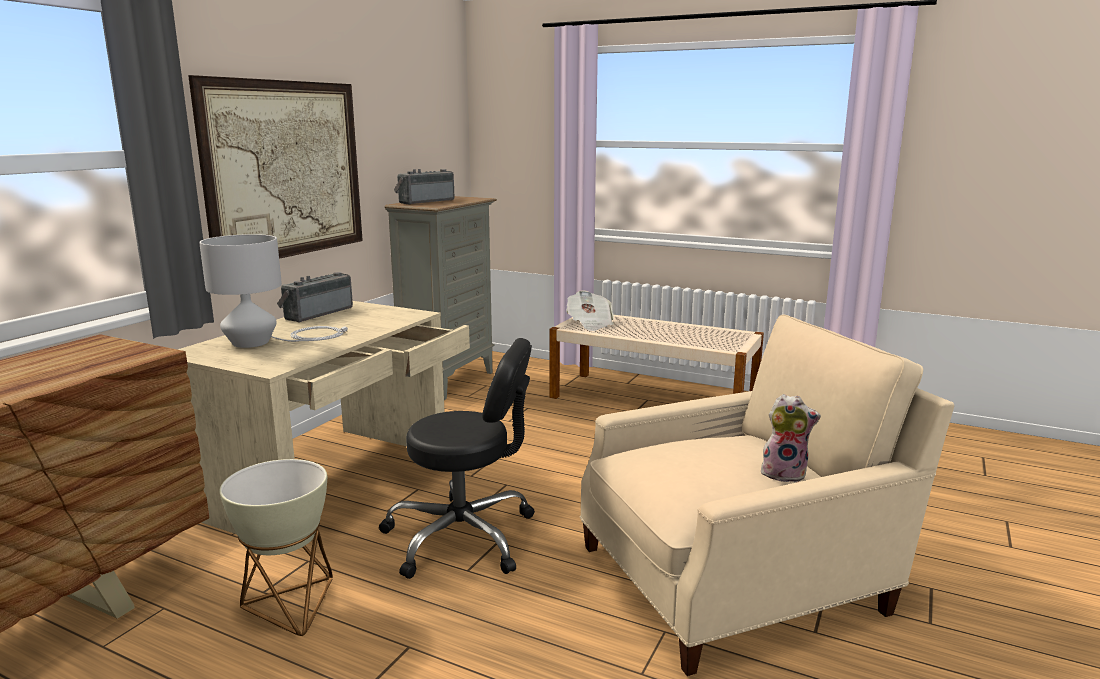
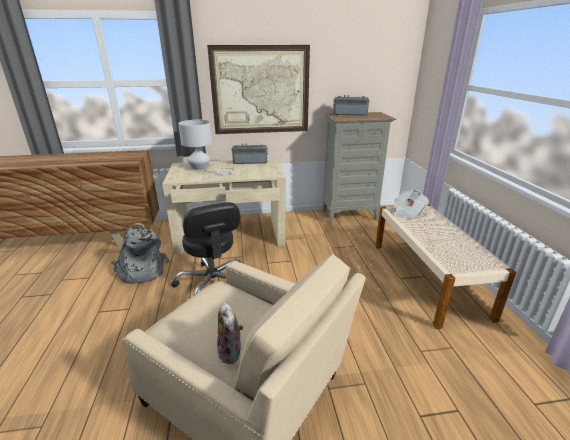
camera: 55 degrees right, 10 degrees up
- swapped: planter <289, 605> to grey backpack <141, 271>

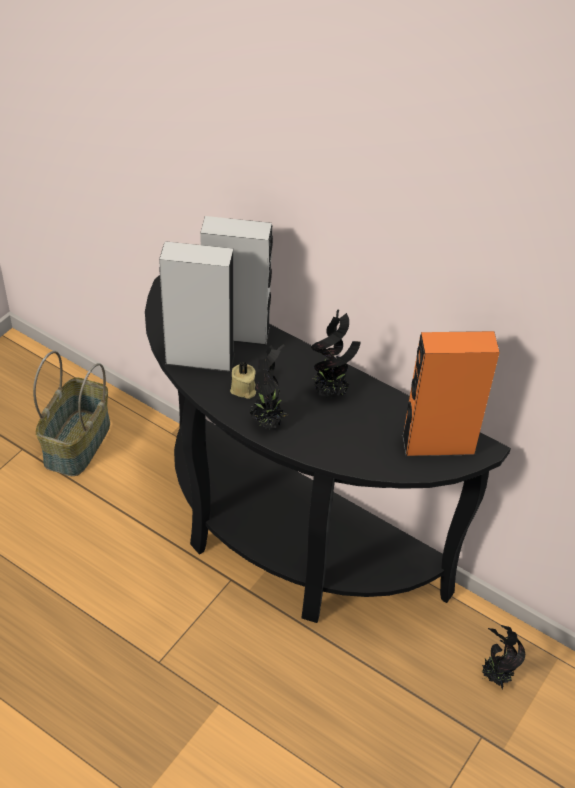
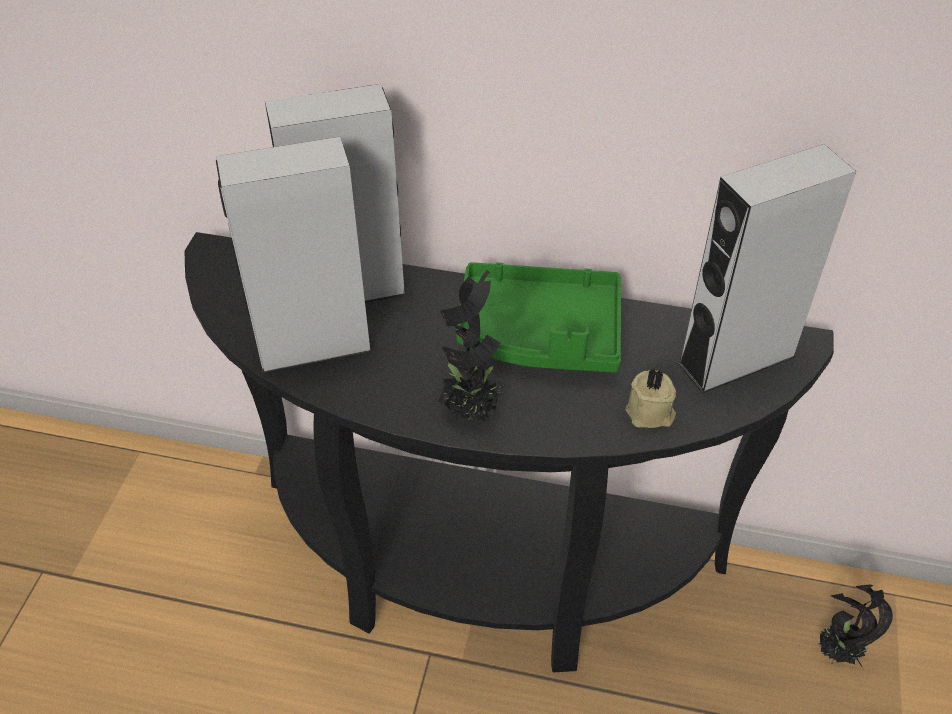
camera: 20 degrees left, 0 degrees up
- swapped: potted plant <331, 393> to green tray <540, 334>
- shifted: beige candle <243, 389> to <650, 414>
- repainted: orange speaker <438, 445> to grey speaker <736, 359>
- gone: basket <78, 444>

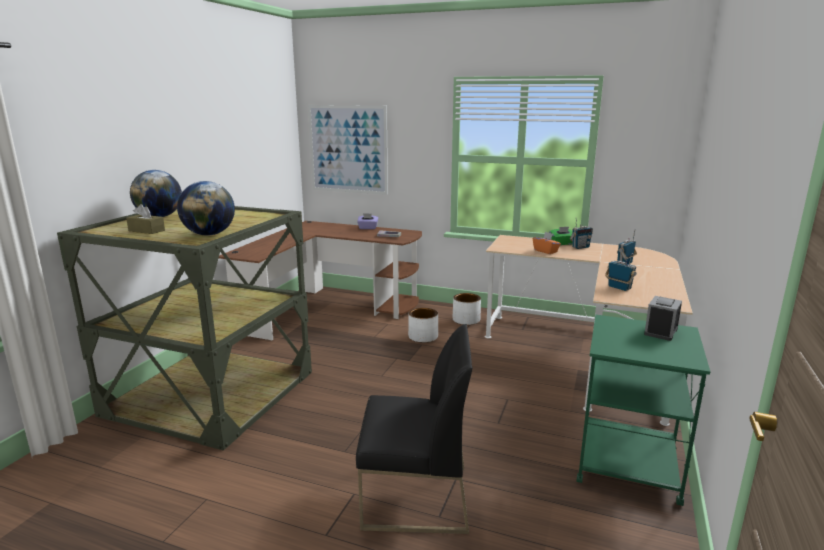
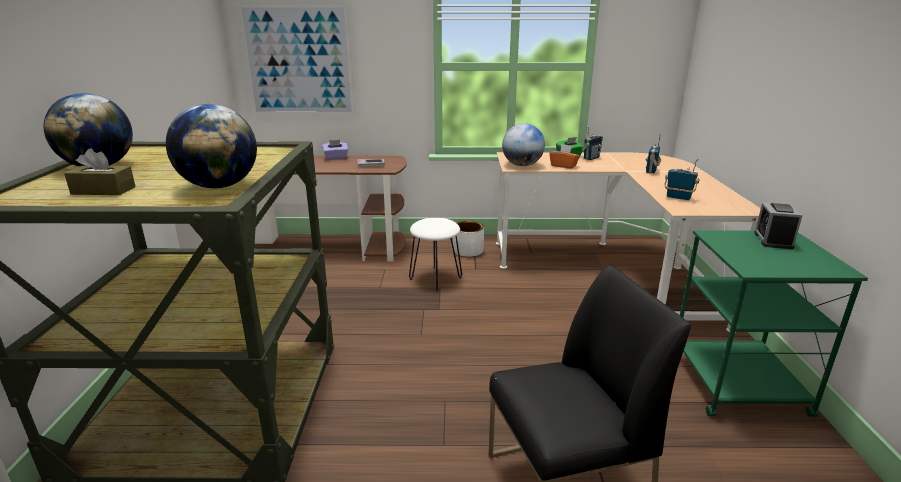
camera: 20 degrees left, 5 degrees up
- swapped: white planter <423, 337> to white stool <435, 278>
- new: globe <522, 165>

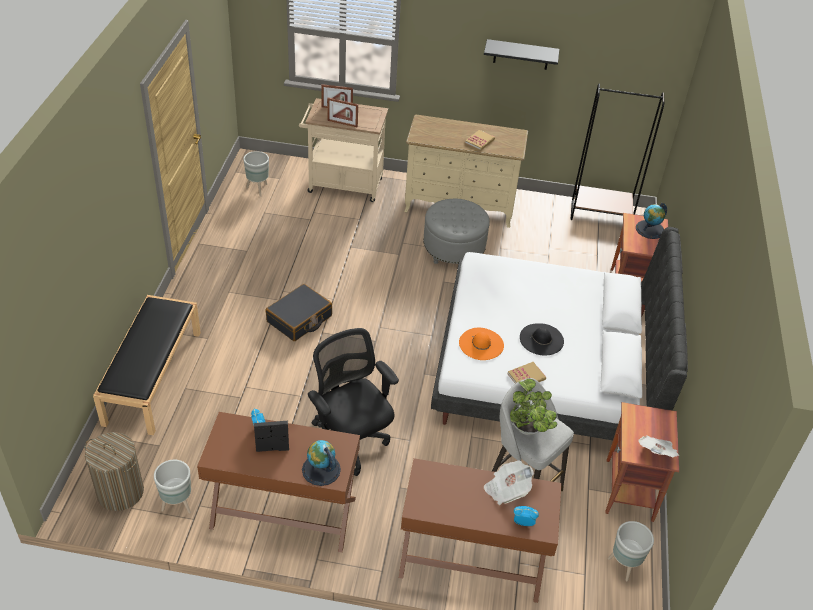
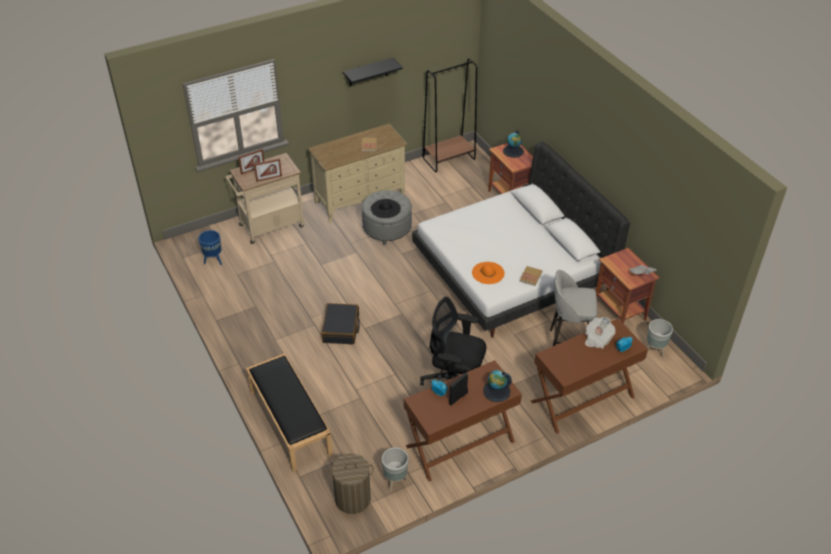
camera: 35 degrees left, 0 degrees up
- repainted: grey planter <258, 189> to blue planter <213, 261>
- shifted: black hat <541, 339> to <385, 208>
- gone: potted plant <528, 430>

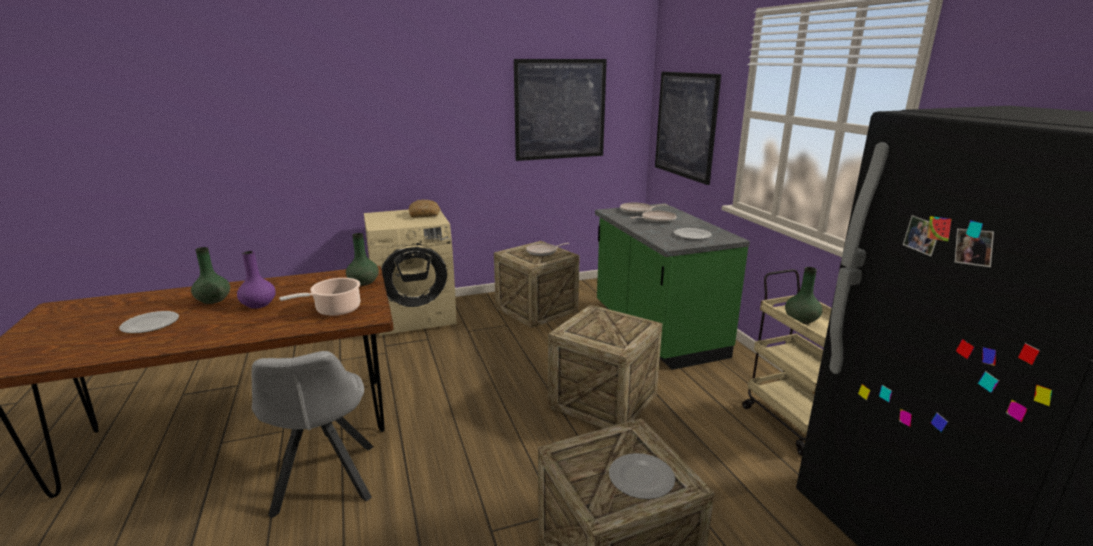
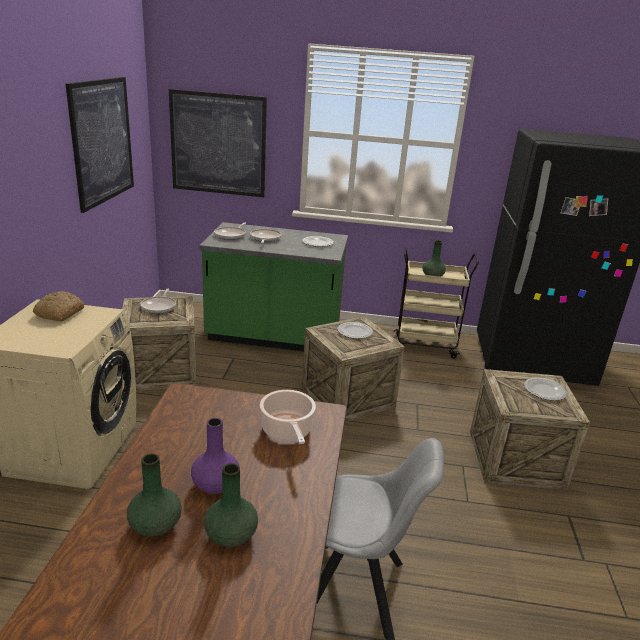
camera: 65 degrees left, 5 degrees up
- shifted: green vase <364, 282> to <231, 535>
- shifted: plate <151, 324> to <355, 332>

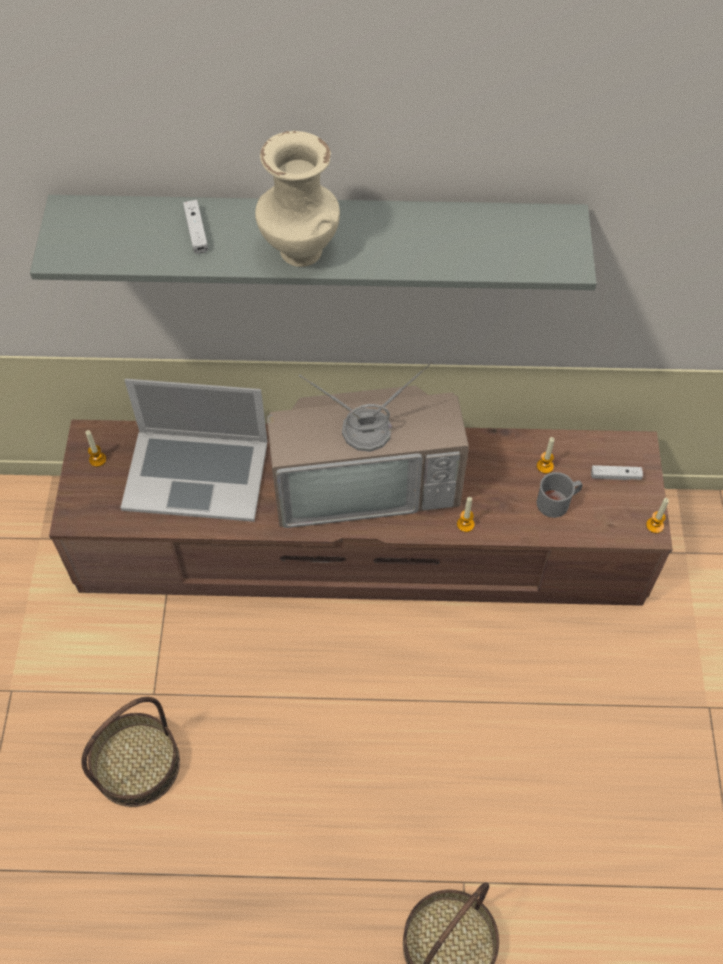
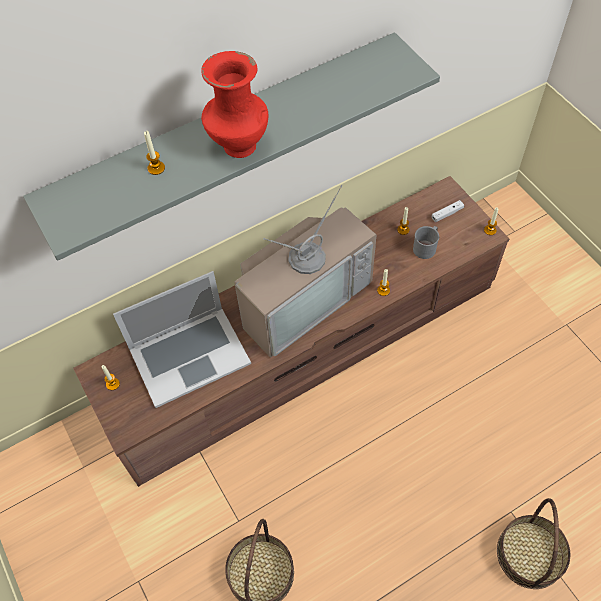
camera: 30 degrees left, 0 degrees up
- swapped: white game controller <196, 232> to candle <156, 168>
- repainted: beige vase <299, 251> to red vase <238, 146>

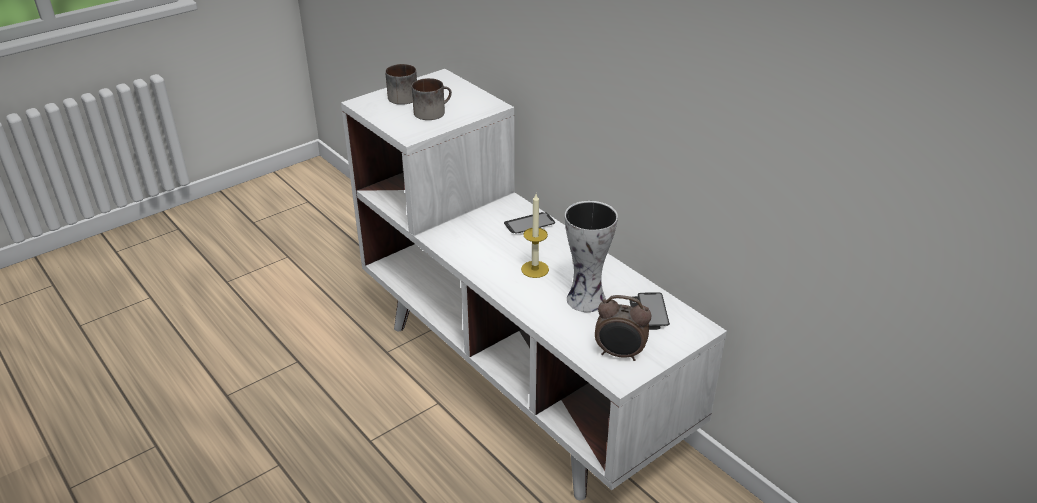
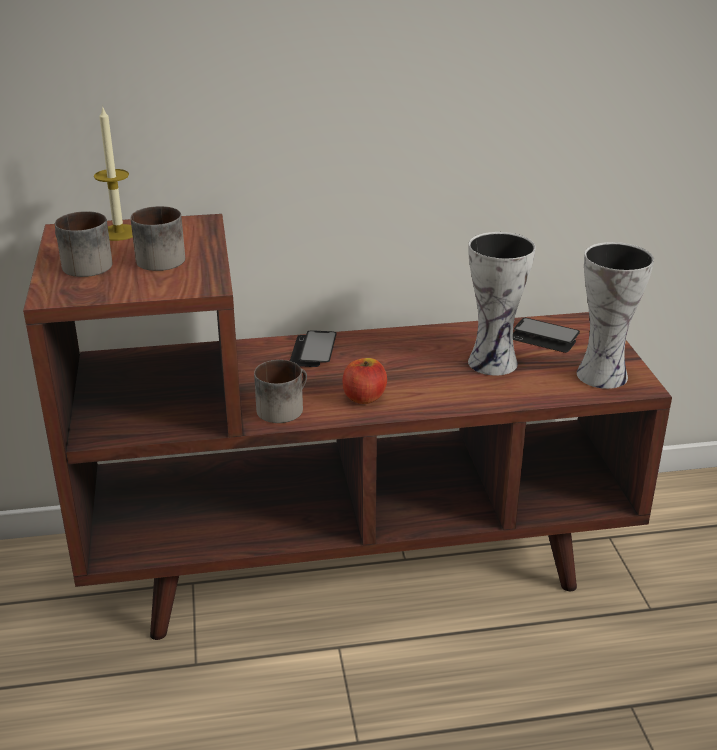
camera: 60 degrees left, 5 degrees down
- repainted: white tv stand <521, 381> to brown tv stand <360, 560>
- shifted: candle <535, 269> to <118, 232>
- new: mug <283, 407>
- new: apple <364, 397>
- swapped: alarm clock <620, 354> to vase <601, 374>

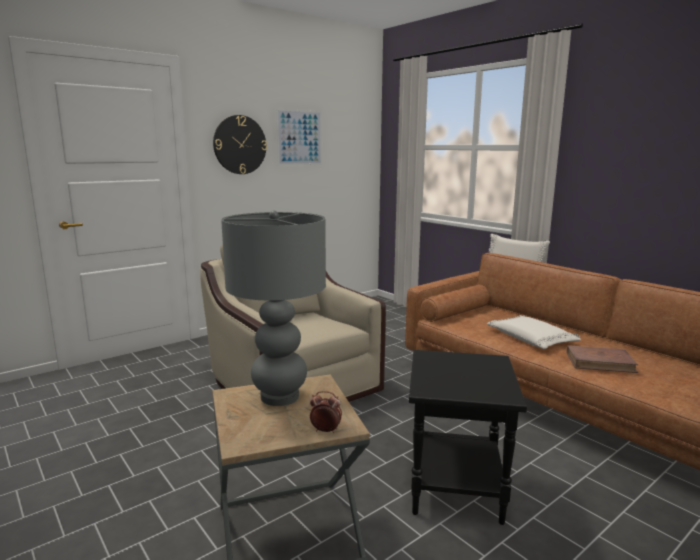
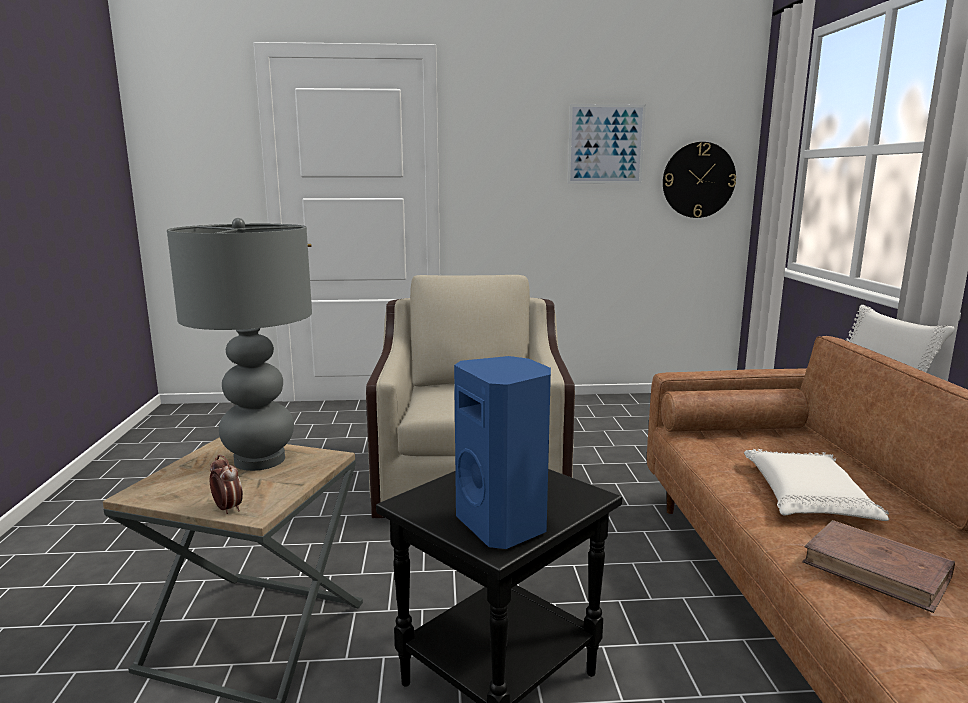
camera: 35 degrees right, 0 degrees up
- new: blue speaker <504, 525>
- shifted: wall clock <240, 145> to <698, 180>

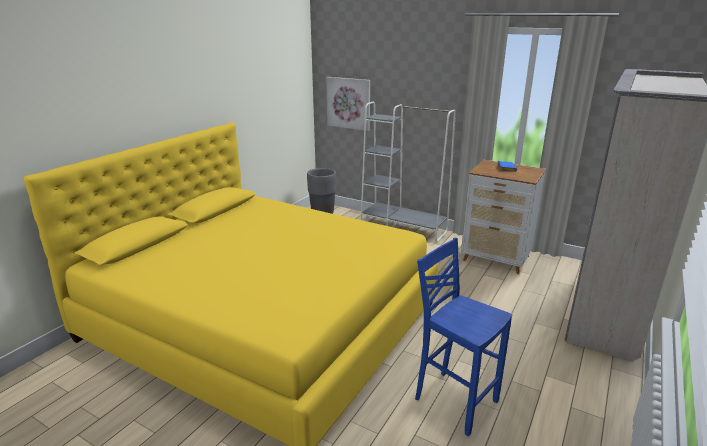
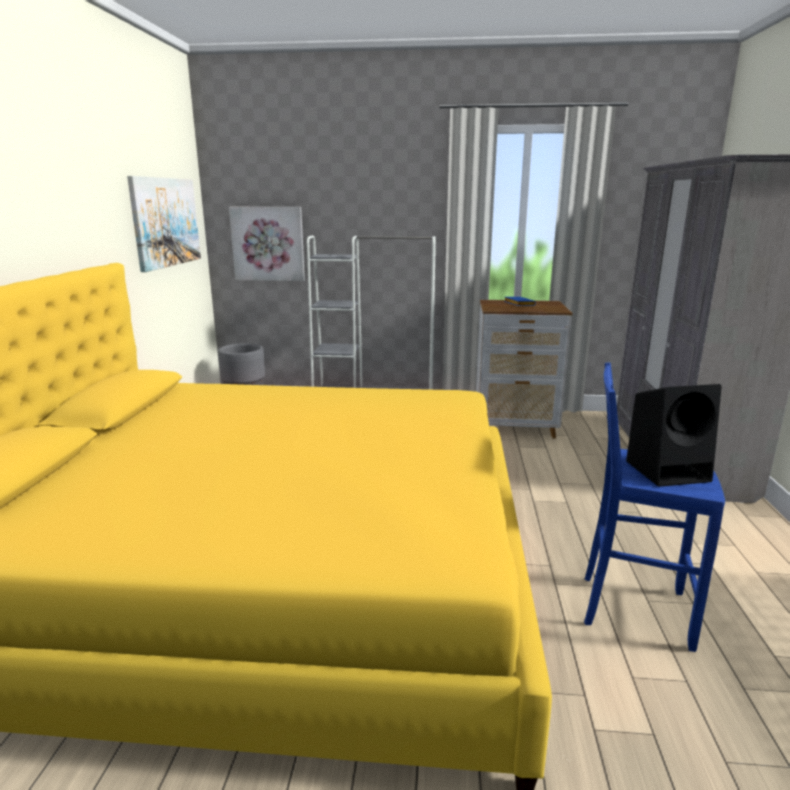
camera: 25 degrees left, 5 degrees down
- new: picture <166, 222>
- new: black speaker <668, 470>

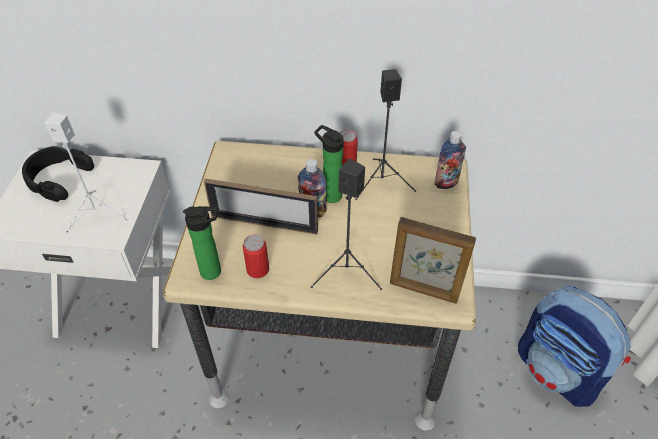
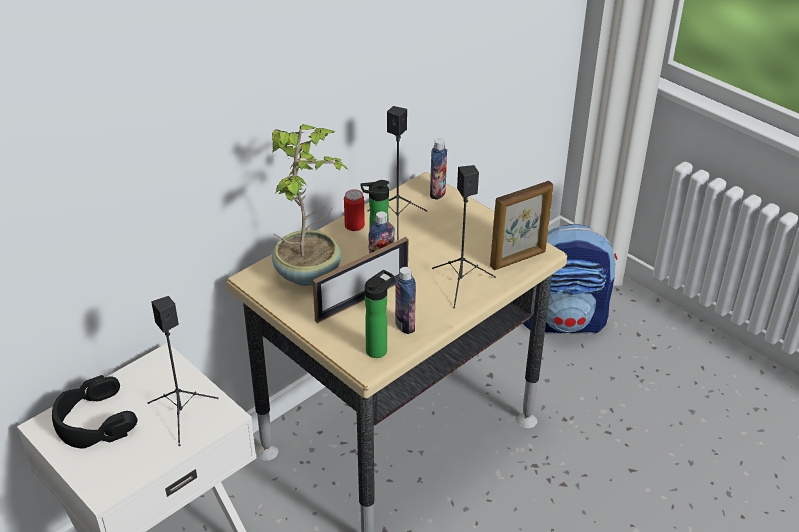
camera: 50 degrees left, 10 degrees down
- repainted: white speaker <95, 214> to black speaker <182, 415>
- new: potted plant <309, 273>
- swapped: can <257, 269> to bottle <405, 325>

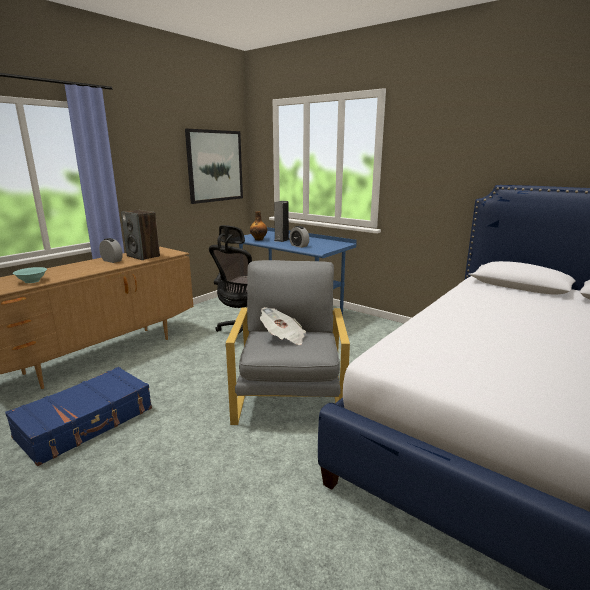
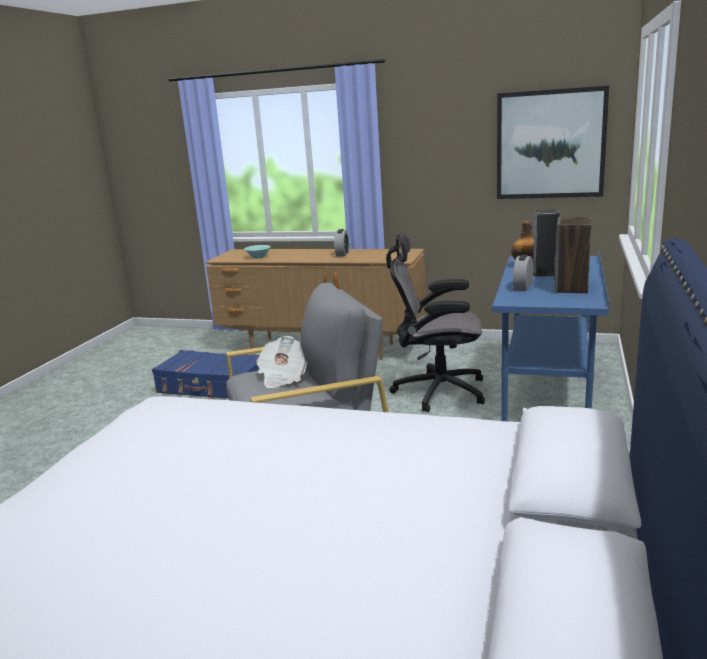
camera: 70 degrees right, 0 degrees up
- shifted: speaker <143, 256> to <571, 288>

